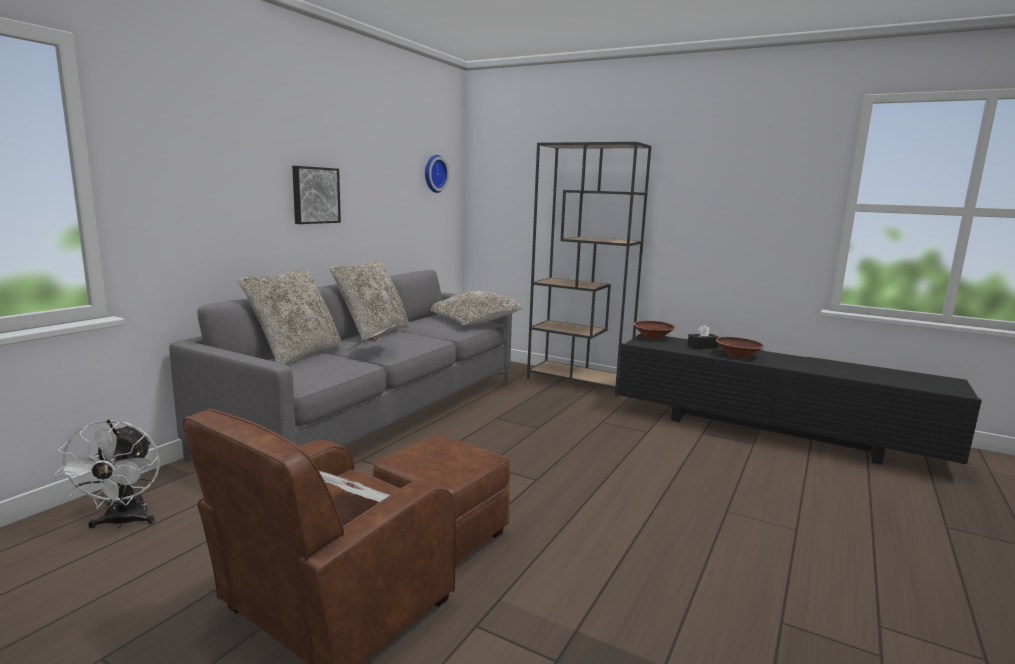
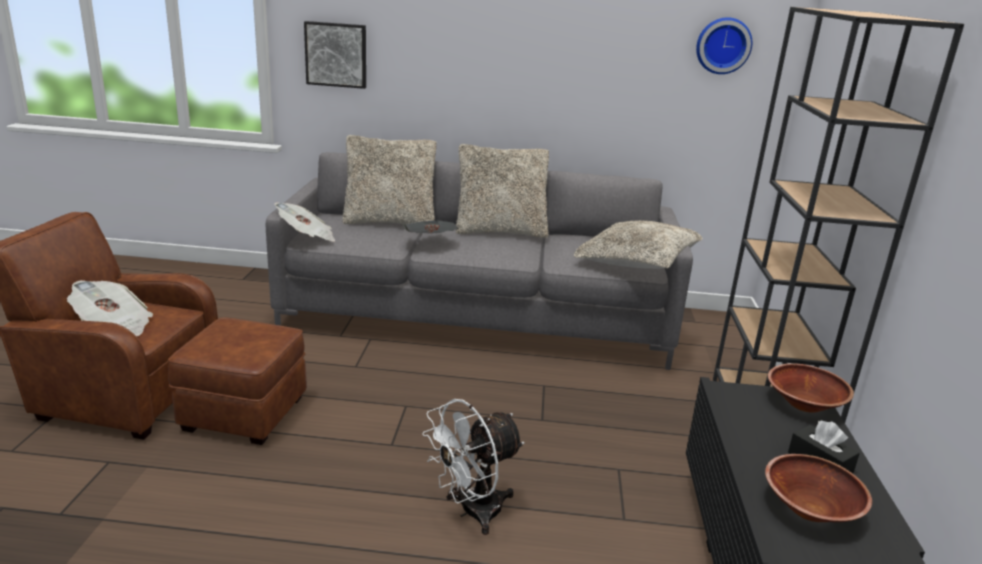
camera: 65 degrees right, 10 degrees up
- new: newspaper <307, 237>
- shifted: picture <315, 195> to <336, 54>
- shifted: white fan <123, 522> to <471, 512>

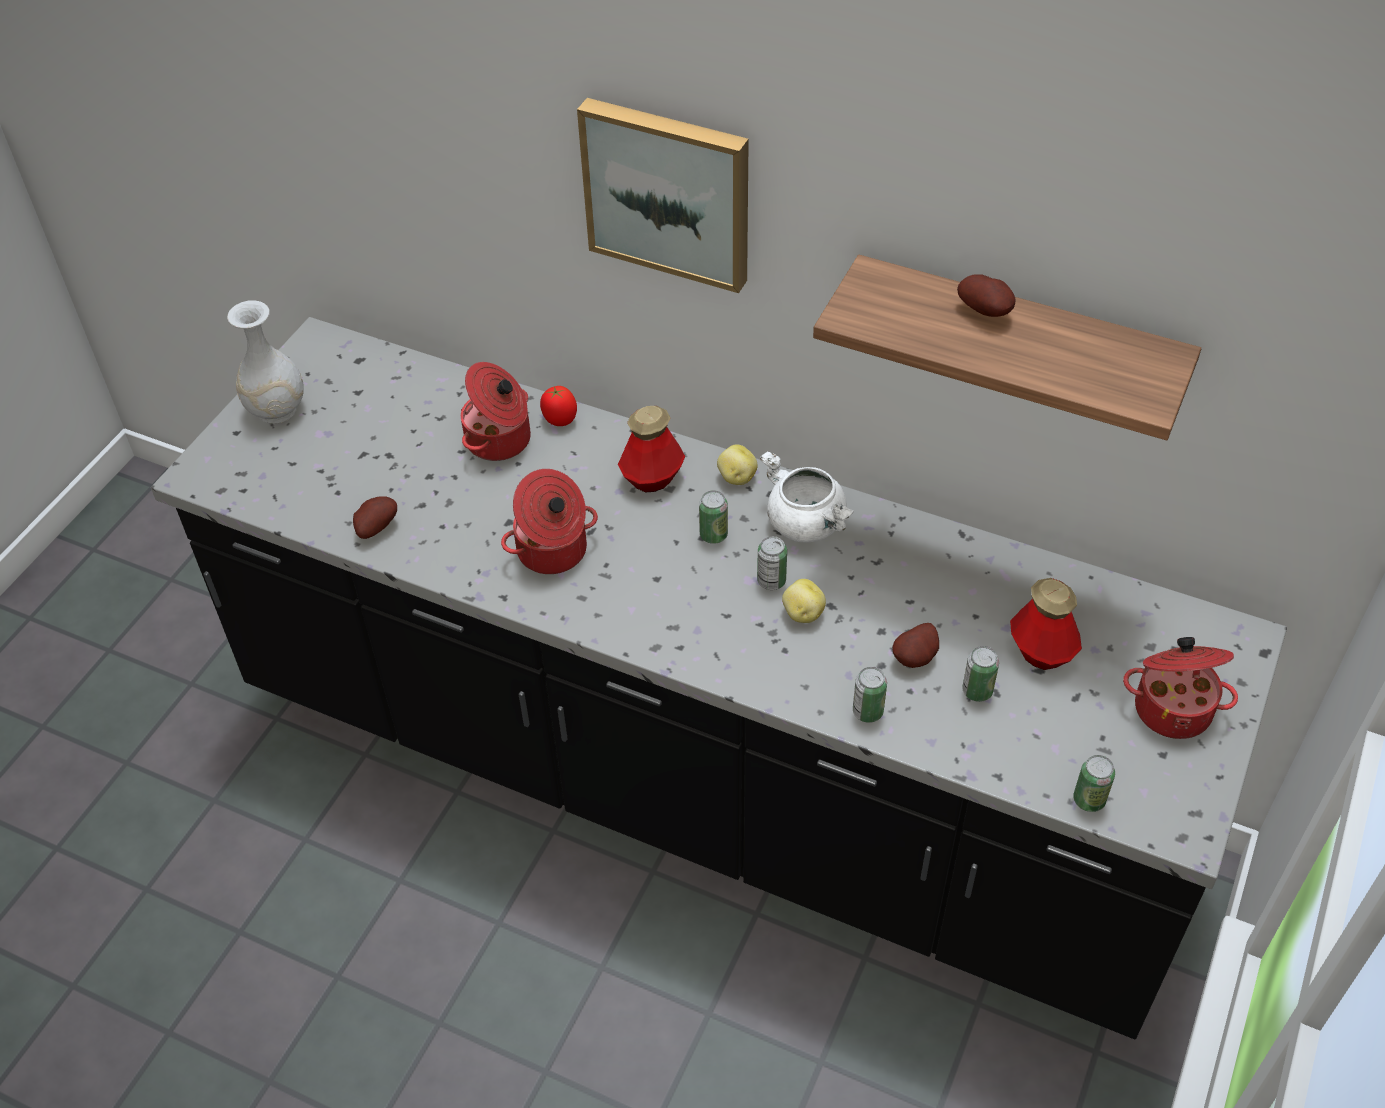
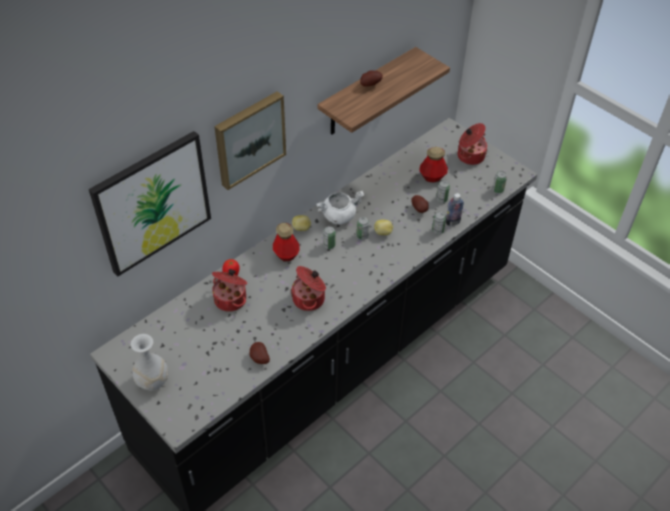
camera: 70 degrees left, 0 degrees up
- new: picture <152, 203>
- new: bottle <452, 222>

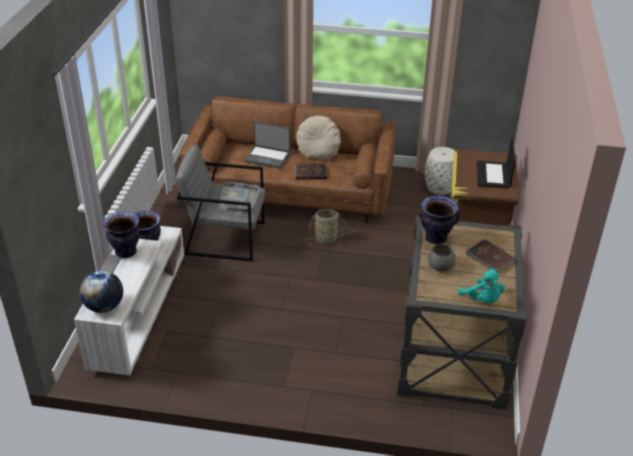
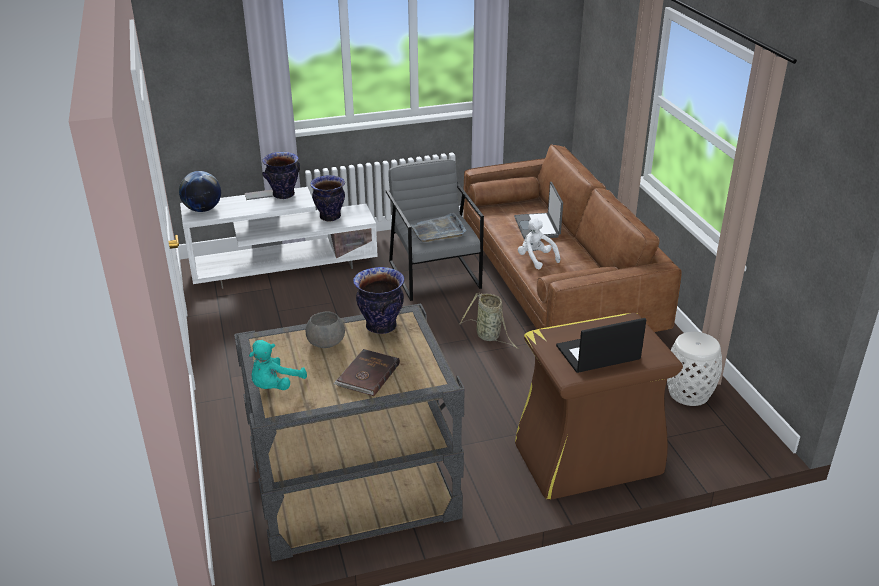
camera: 65 degrees right, 5 degrees down
- swapped: brown book <310, 173> to white plush toy <536, 259>
- gone: beige pillow <318, 155>

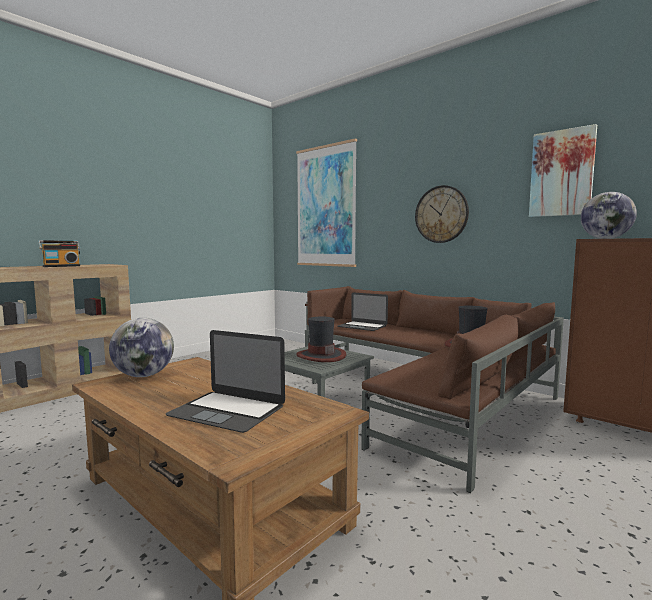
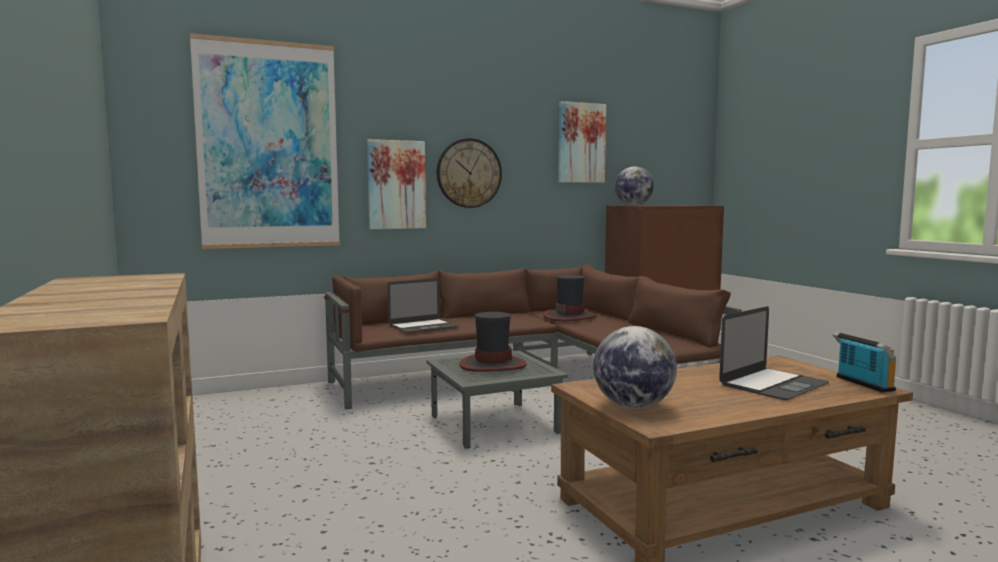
camera: 65 degrees left, 0 degrees up
- new: picture <396, 185>
- shifted: radio <61, 266> to <862, 384>

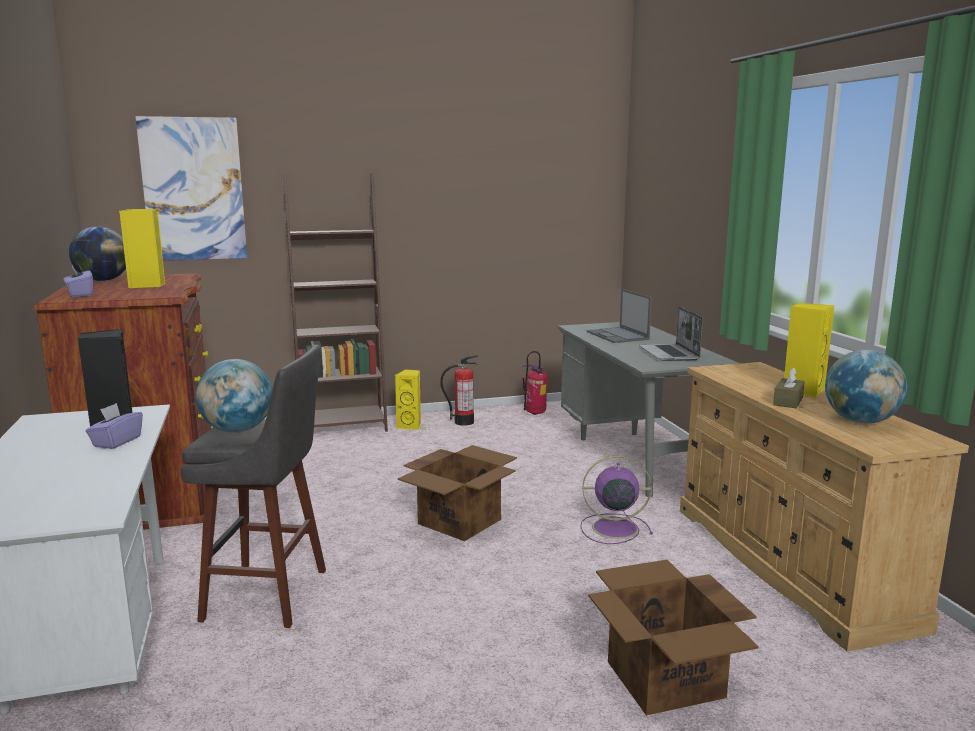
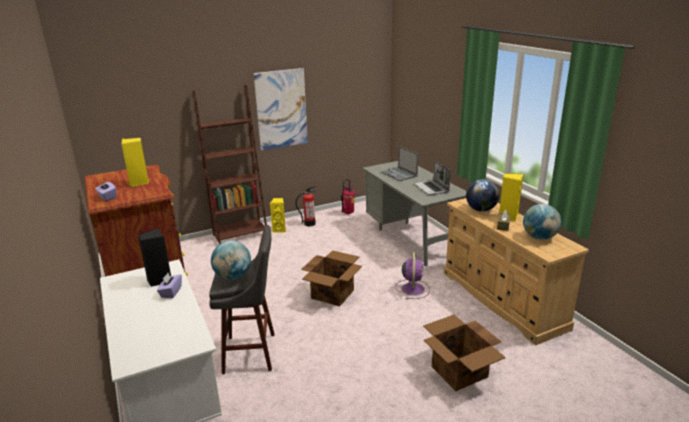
camera: 10 degrees left, 10 degrees up
- shifted: picture <193, 189> to <281, 109>
- rotated: purple fan <612, 528> = <412, 288> 105 degrees clockwise
- shifted: globe <102, 281> to <481, 210>

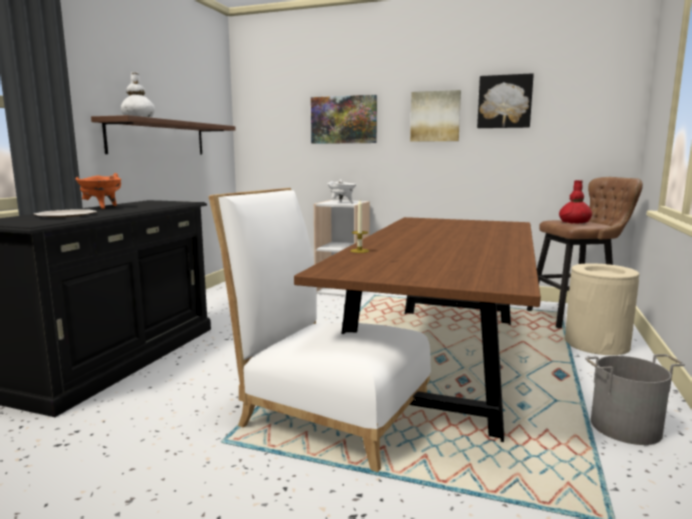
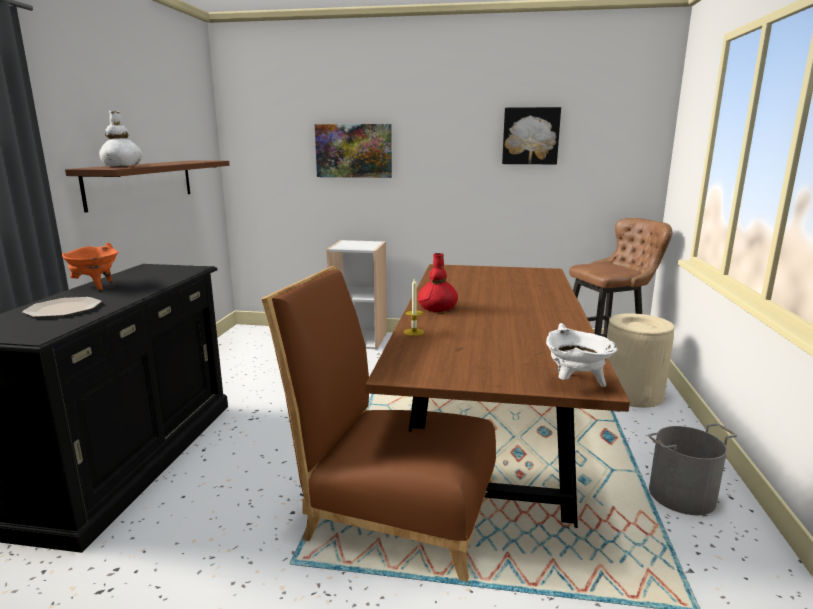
camera: 10 degrees left, 5 degrees up
- repainted: white chair <326, 412> to brown chair <392, 510>
- shifted: red vase <574, 222> to <437, 308>
- shifted: white cooking pot <342, 203> to <576, 383>
- gone: picture <435, 116>

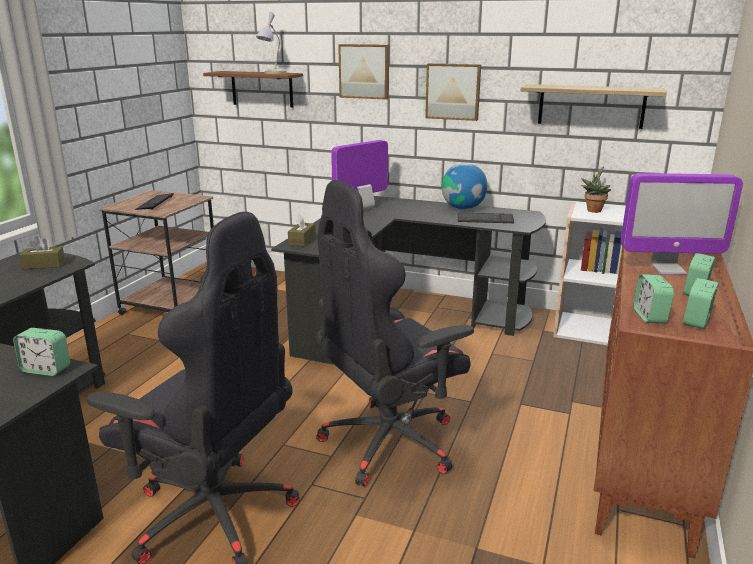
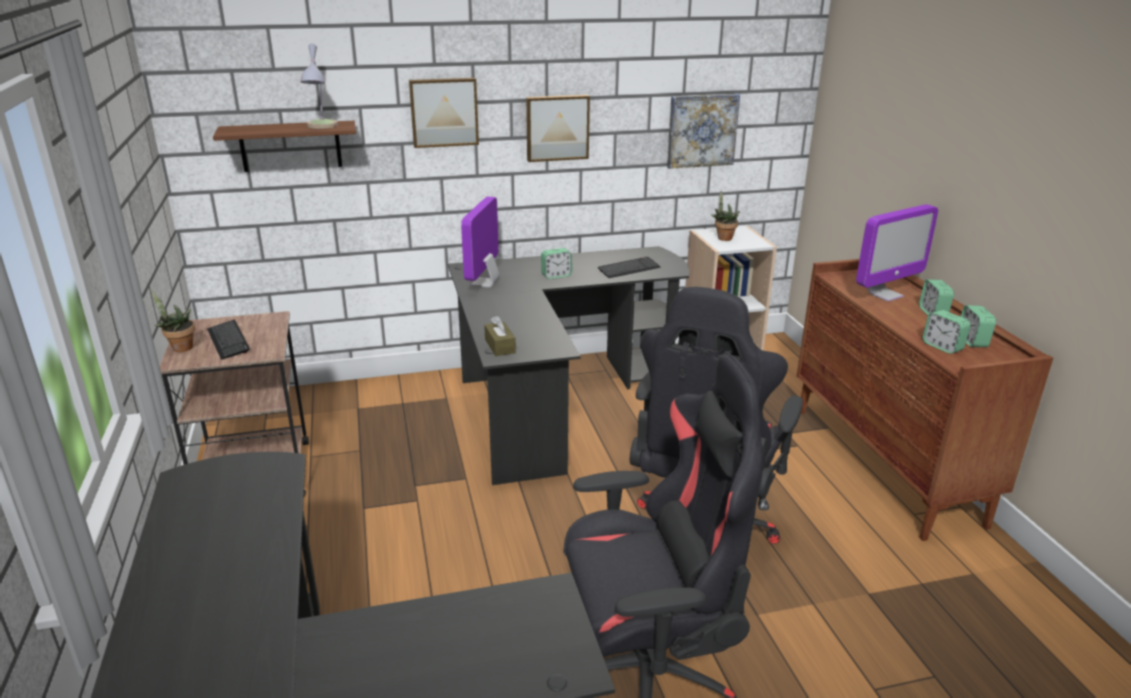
camera: 35 degrees left, 5 degrees up
- new: potted plant <180, 348>
- shifted: alarm clock <46, 369> to <556, 275>
- swapped: shelf <591, 106> to picture <701, 130>
- gone: brown tissue box <44, 265>
- gone: globe <463, 208>

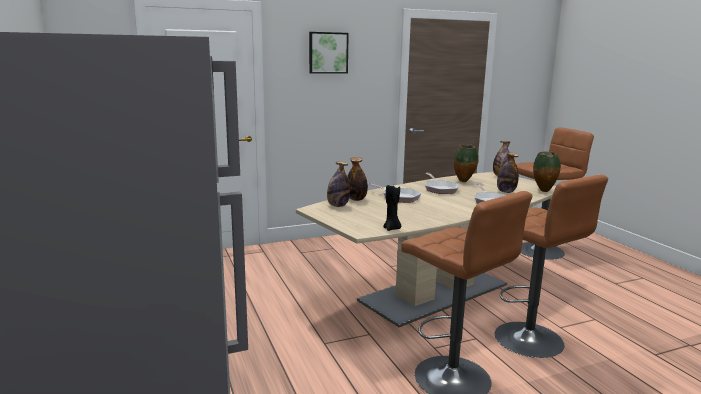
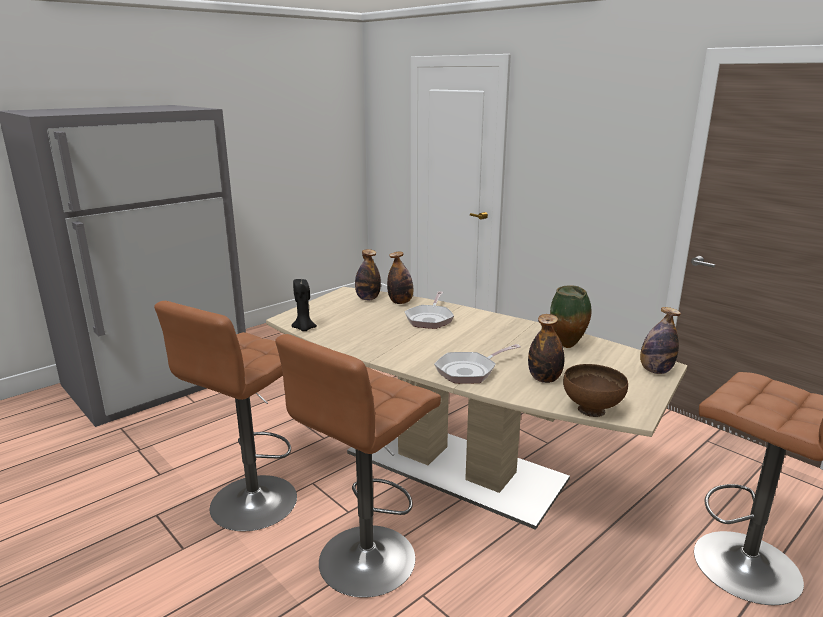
camera: 70 degrees right, 5 degrees up
- swapped: vase <544, 191> to brown bowl <591, 410>
- gone: picture <328, 53>
- gone: frying pan <440, 189>

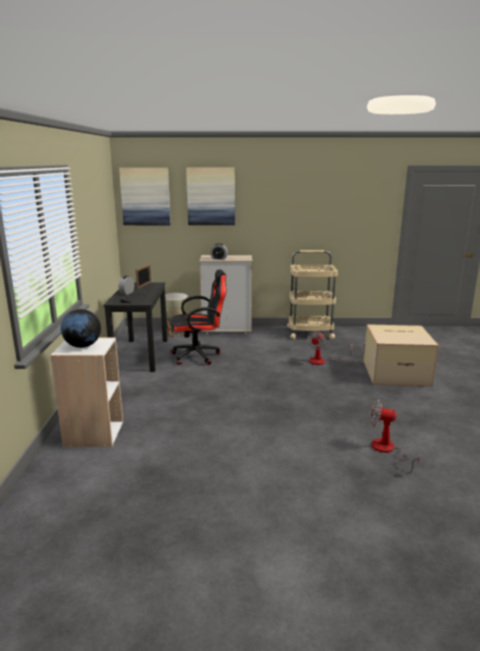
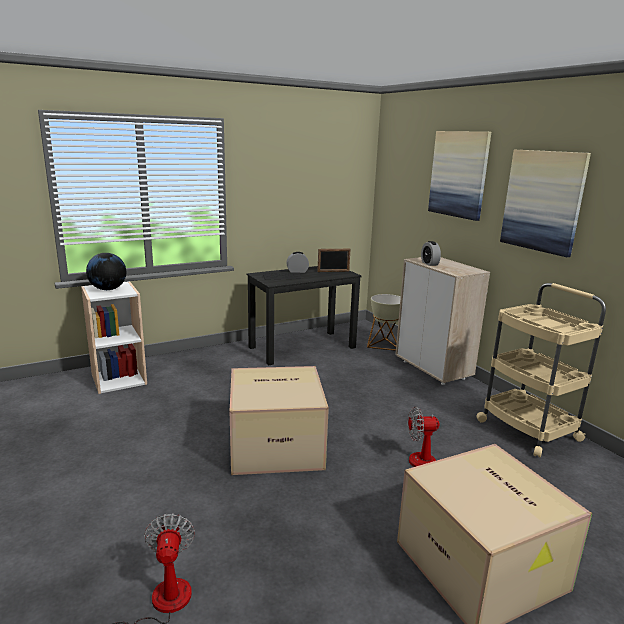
camera: 60 degrees right, 0 degrees up
- new: cardboard box <277, 444>
- shifted: picture <145, 196> to <543, 201>
- gone: black office chair <200, 356>

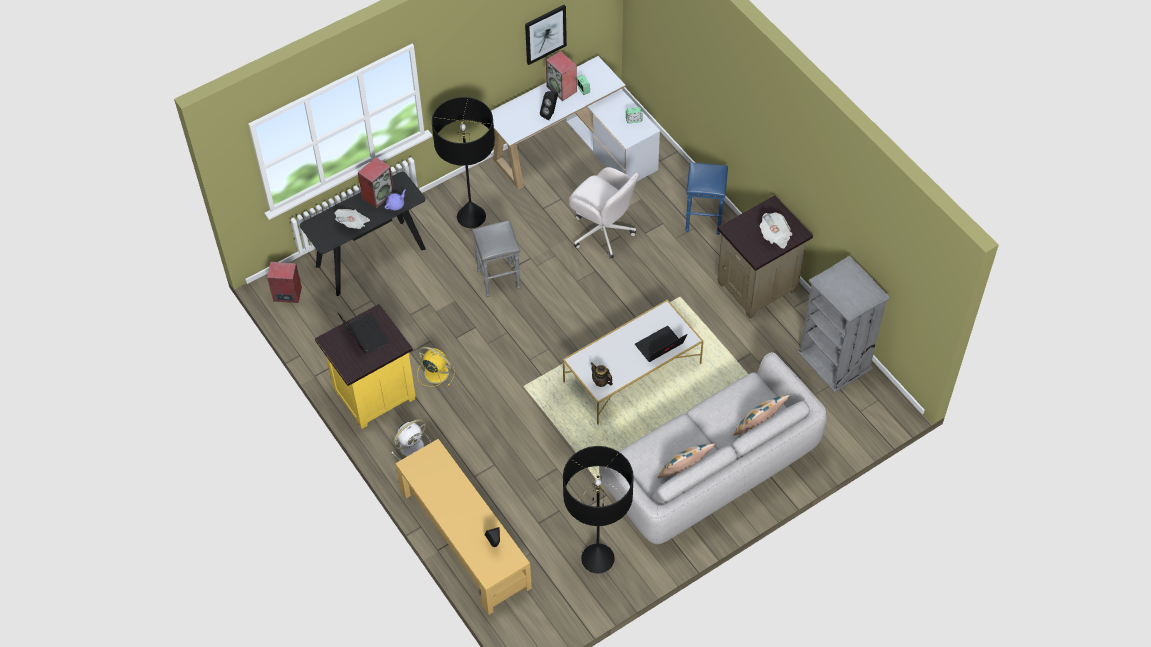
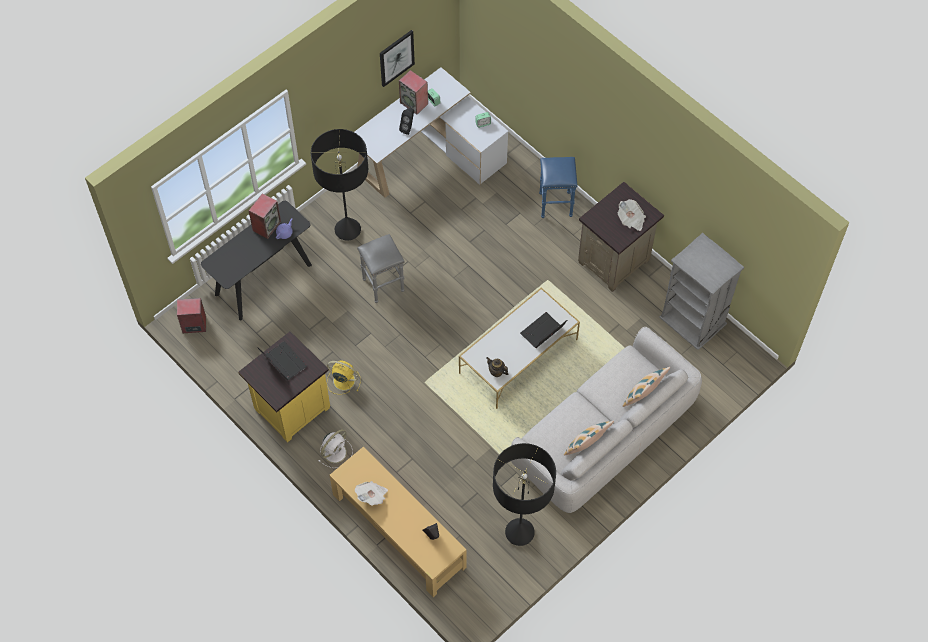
camera: 10 degrees left, 5 degrees up
- shifted: newspaper <353, 224> to <372, 496>
- gone: white office chair <602, 233>

